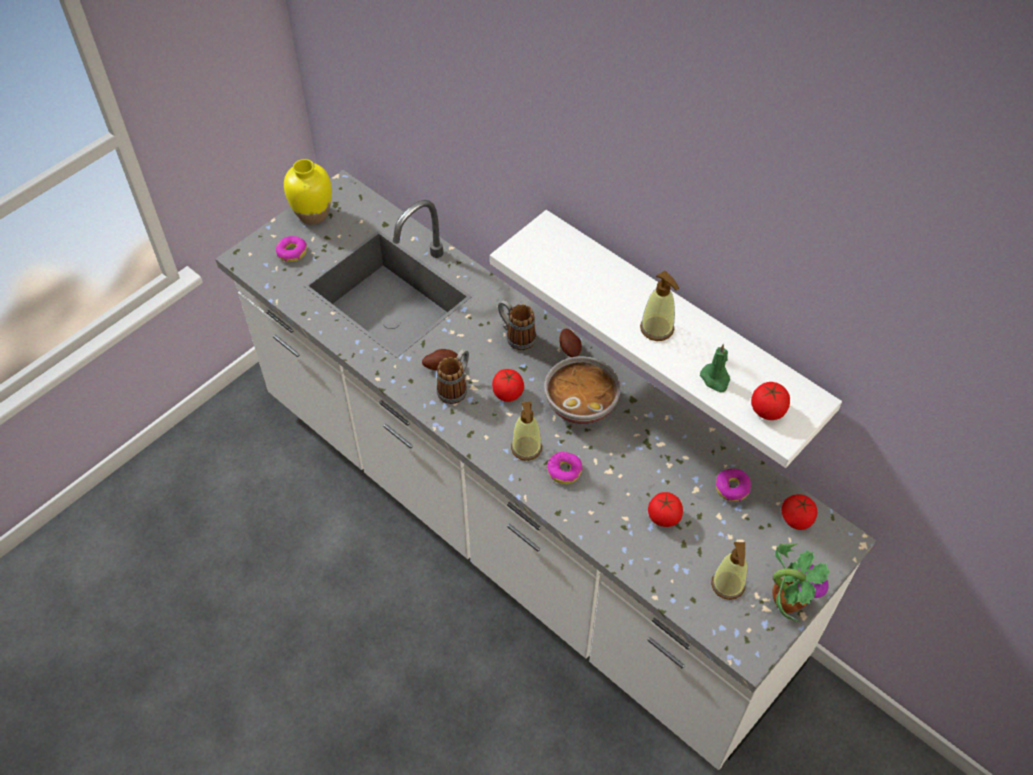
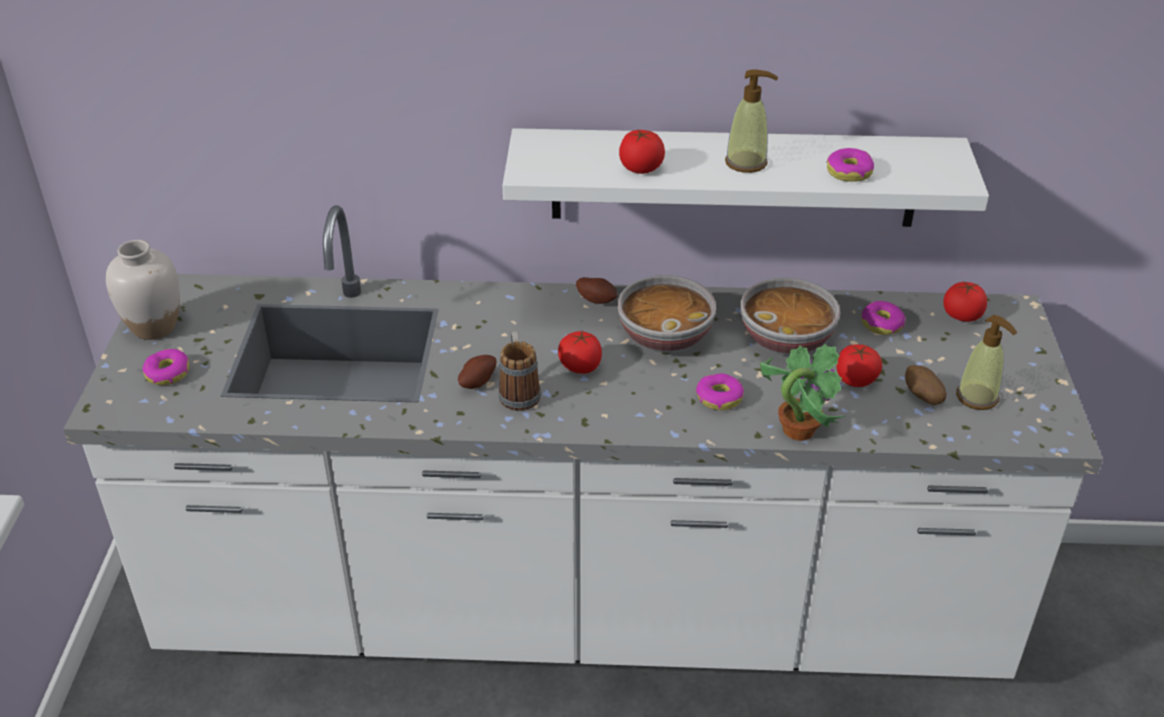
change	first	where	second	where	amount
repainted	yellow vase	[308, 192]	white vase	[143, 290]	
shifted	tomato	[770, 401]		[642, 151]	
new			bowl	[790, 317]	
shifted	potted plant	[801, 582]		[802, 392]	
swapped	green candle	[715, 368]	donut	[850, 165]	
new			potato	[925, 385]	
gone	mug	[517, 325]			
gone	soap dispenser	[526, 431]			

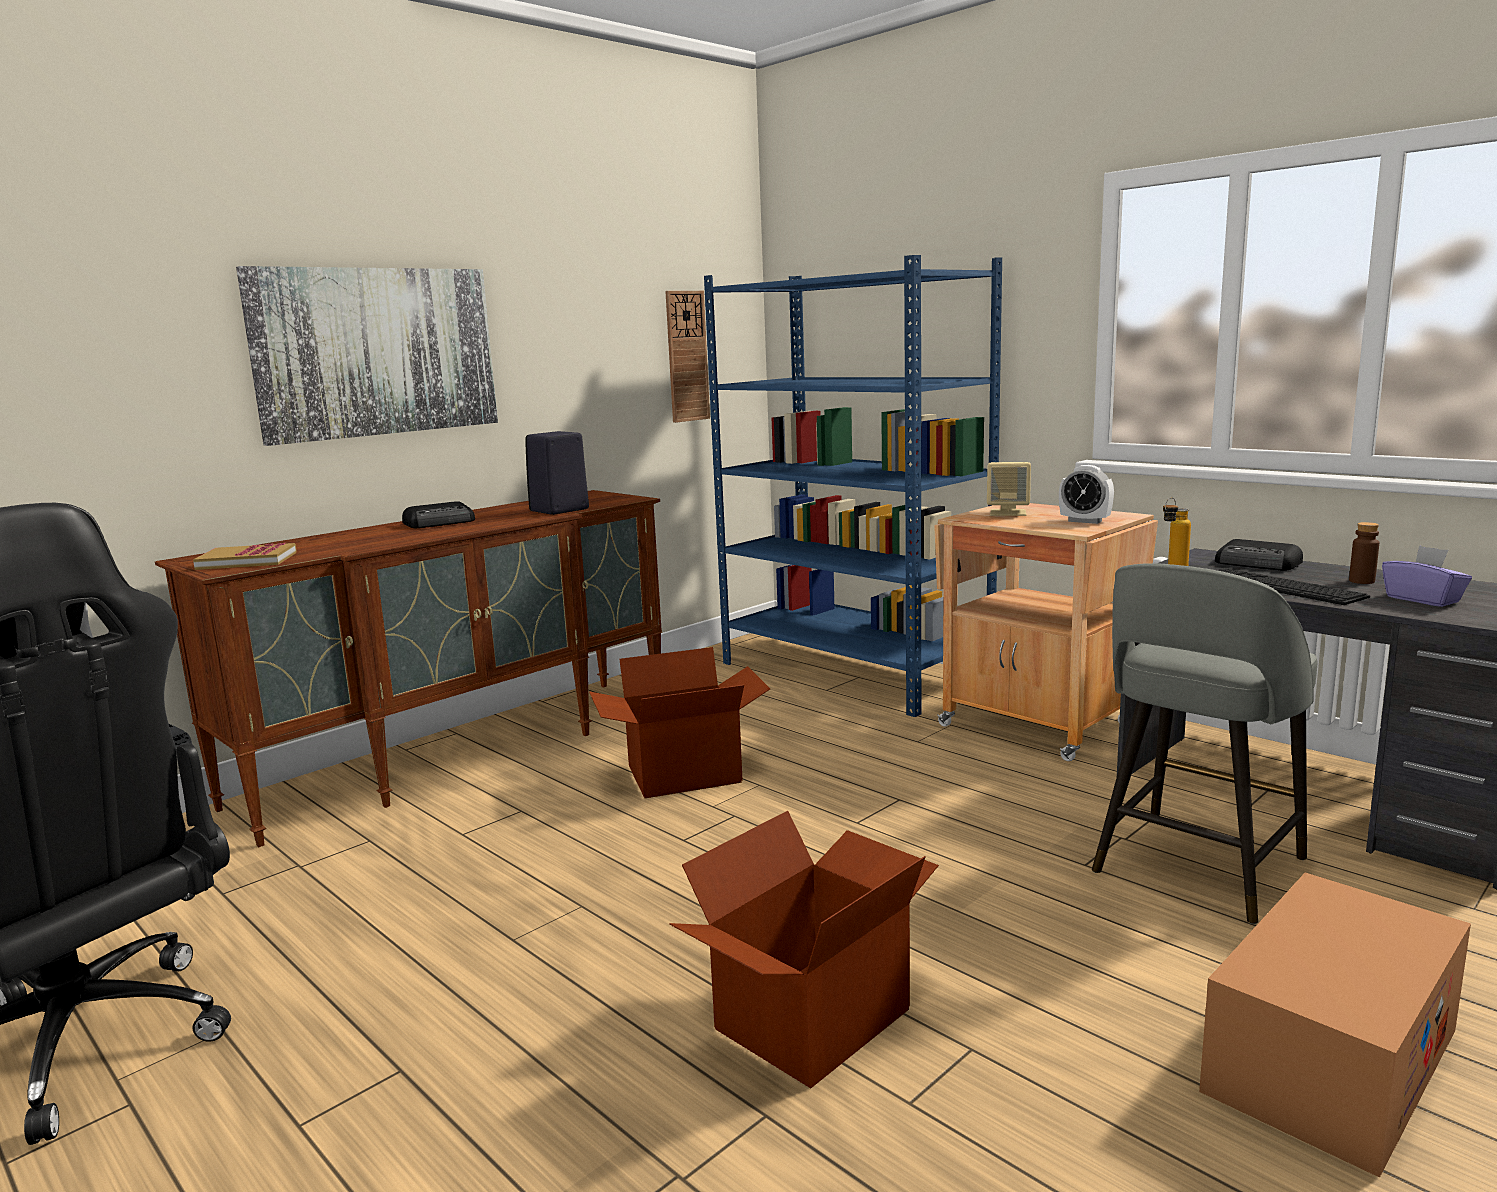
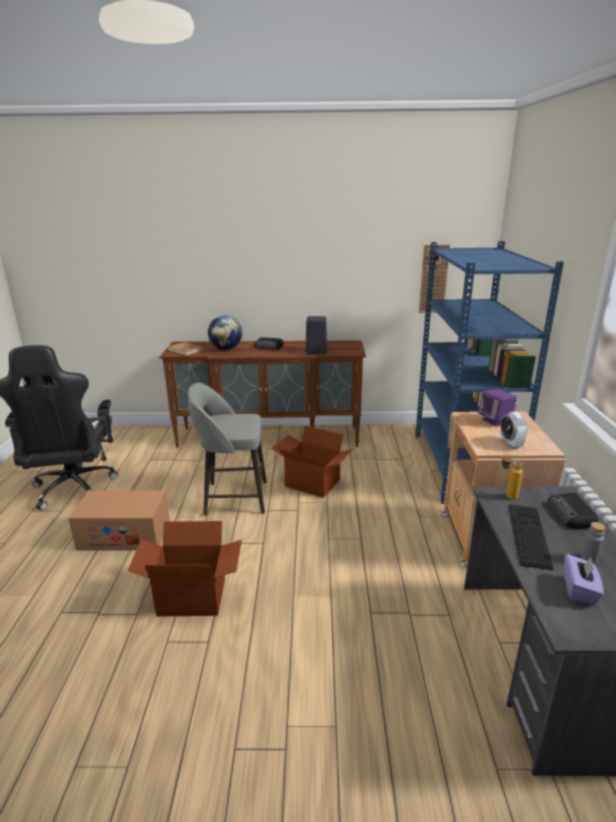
change	first	where	second	where	amount
shifted	cardboard box	[1335, 1025]		[119, 521]	
shifted	grey stool	[1204, 743]		[227, 449]	
new			globe	[225, 333]	
repainted	beige speaker	[1009, 489]	purple speaker	[497, 408]	
repainted	brown bottle	[1364, 553]	grey bottle	[593, 543]	
gone	picture	[367, 356]			

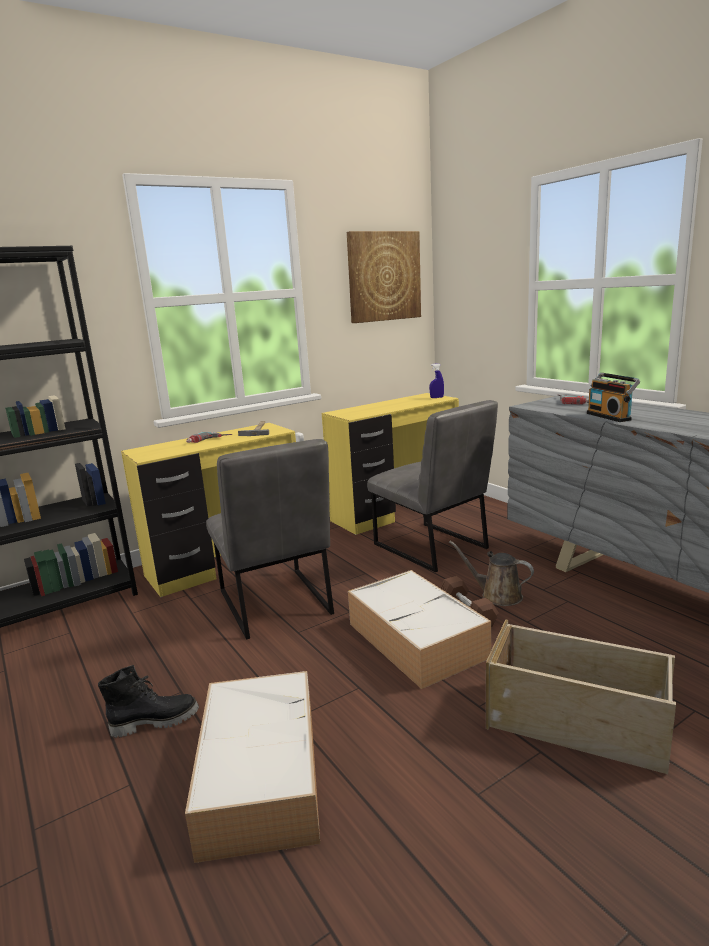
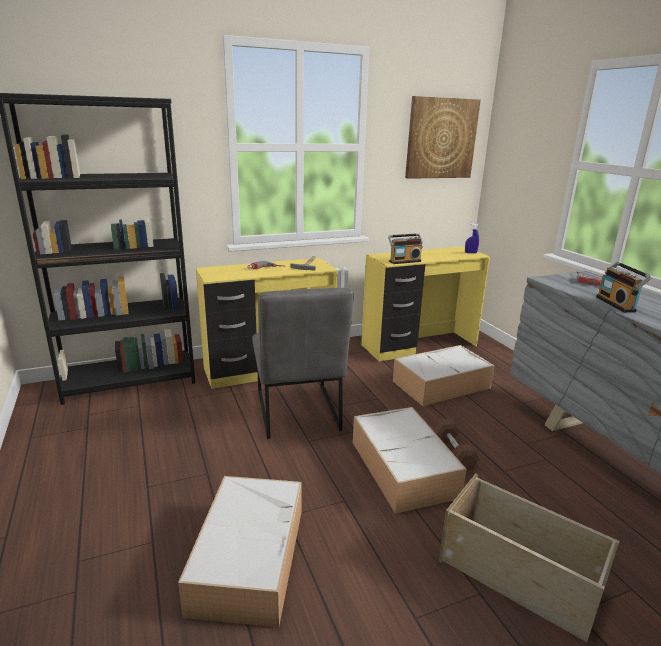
change	first	where	second	where	amount
new			radio	[405, 248]	
swapped	grey chair	[432, 486]	storage box	[444, 375]	
gone	black boot	[148, 701]			
gone	brown watering can	[491, 573]			

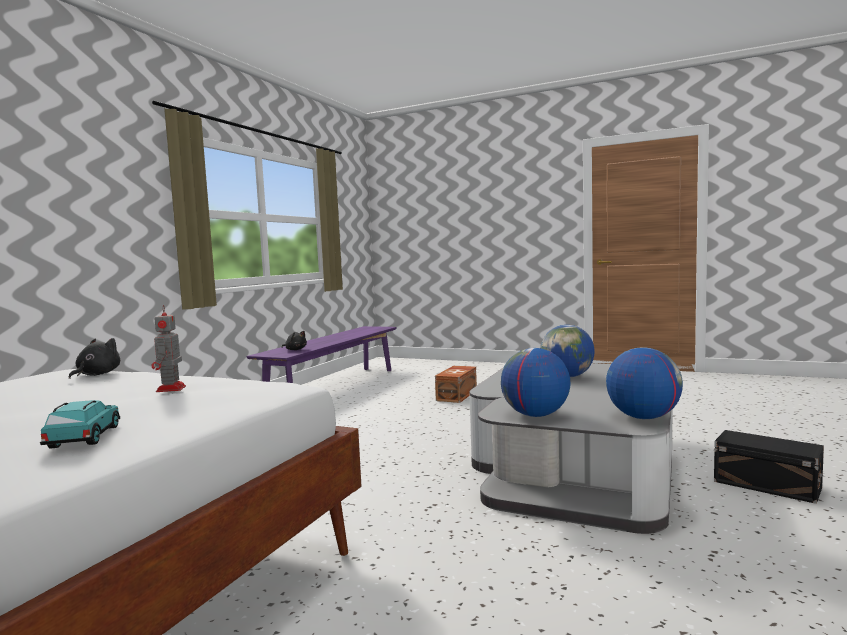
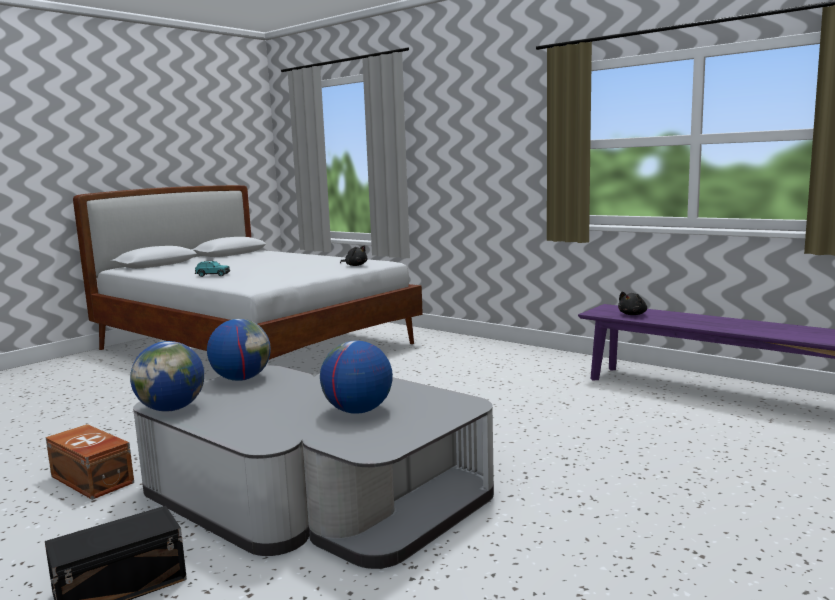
change	first	where	second	where	amount
shifted	brown storage box	[456, 384]		[90, 462]	
gone	toy robot	[169, 348]			

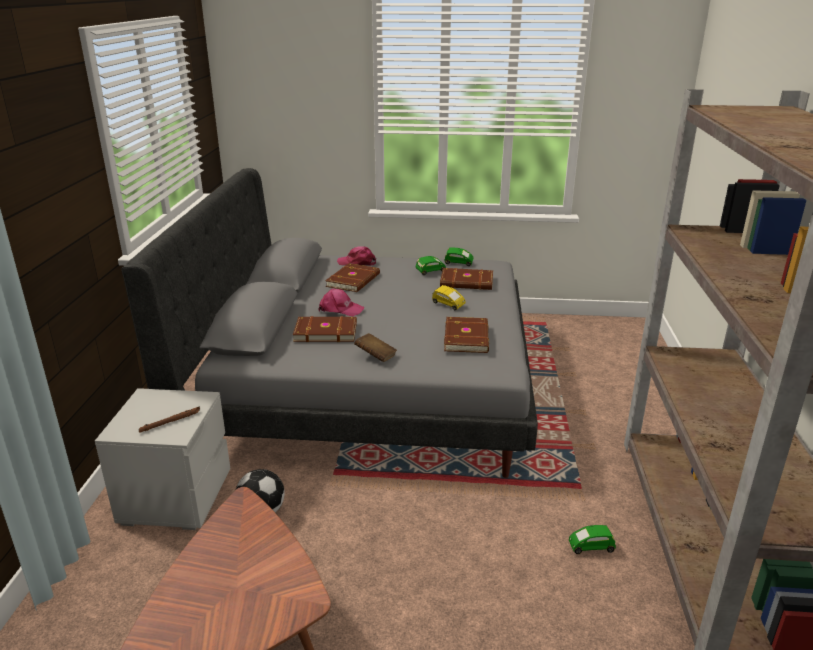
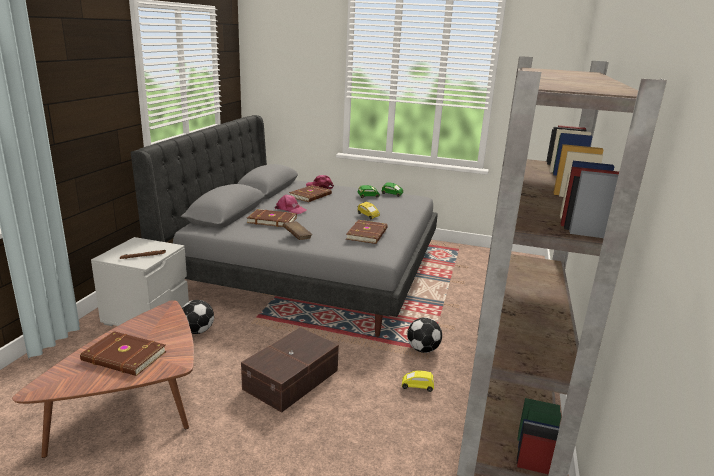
change	first	where	second	where	amount
shifted	brown book	[466, 279]		[123, 353]	
new			brown storage box	[290, 370]	
repainted	green toy car	[592, 539]	yellow toy car	[418, 381]	
new			football	[424, 335]	

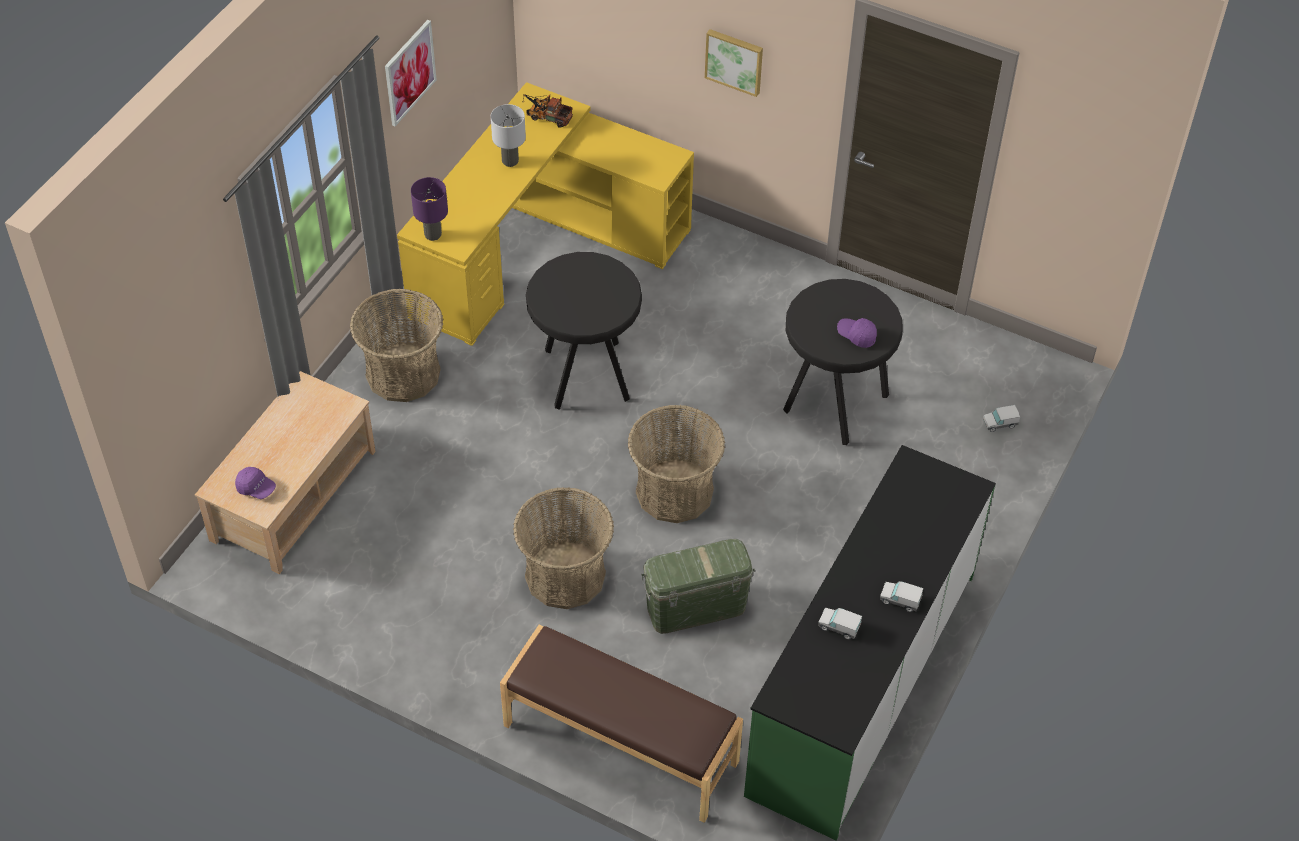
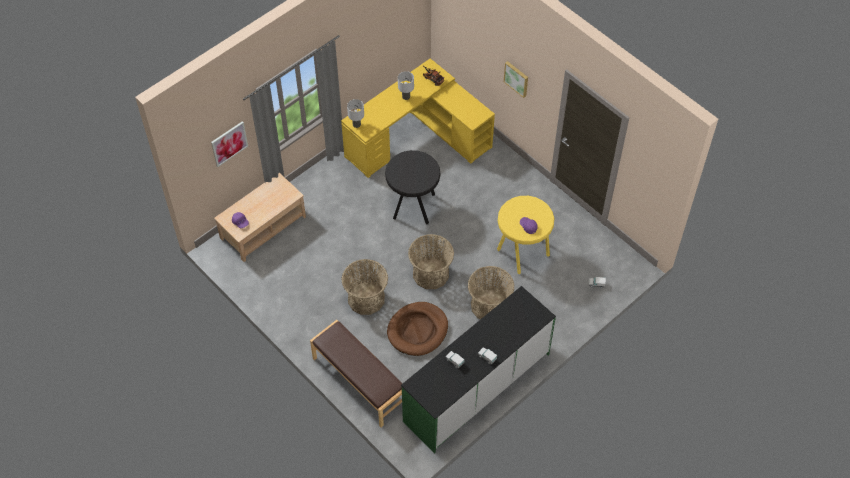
change	first	where	second	where	amount
shifted	picture	[411, 73]		[229, 144]	
repainted	purple table lamp	[429, 209]	white table lamp	[355, 113]	
swapped	green storage box	[698, 586]	brown dog bed	[417, 329]	
shifted	basket	[396, 345]		[491, 292]	
repainted	black stool	[843, 362]	yellow stool	[525, 235]	

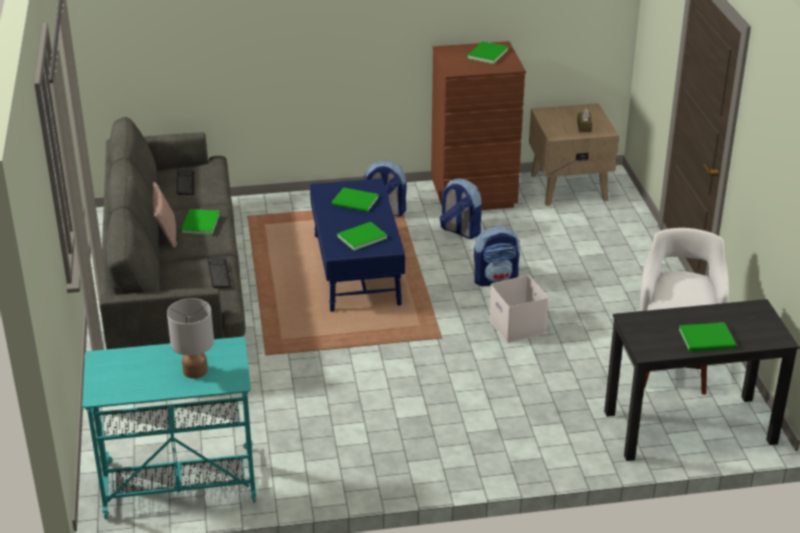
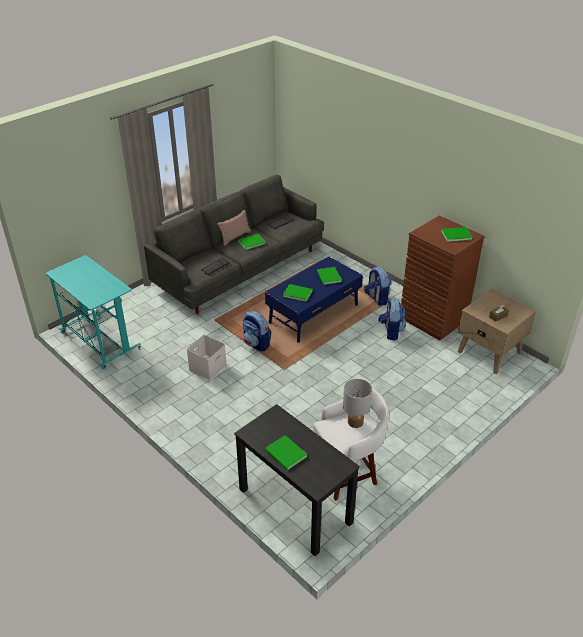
change	first	where	second	where	amount
shifted	white storage box	[518, 309]		[207, 357]	
shifted	backpack	[497, 256]		[257, 331]	
shifted	grey table lamp	[190, 338]		[357, 403]	

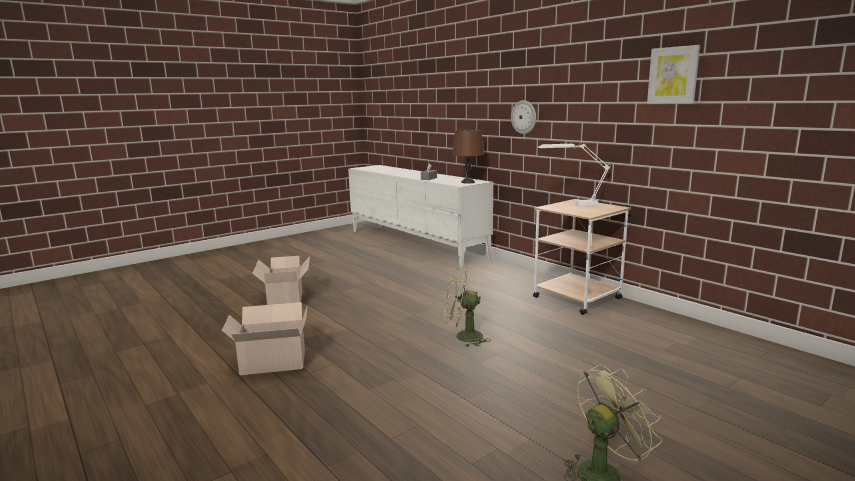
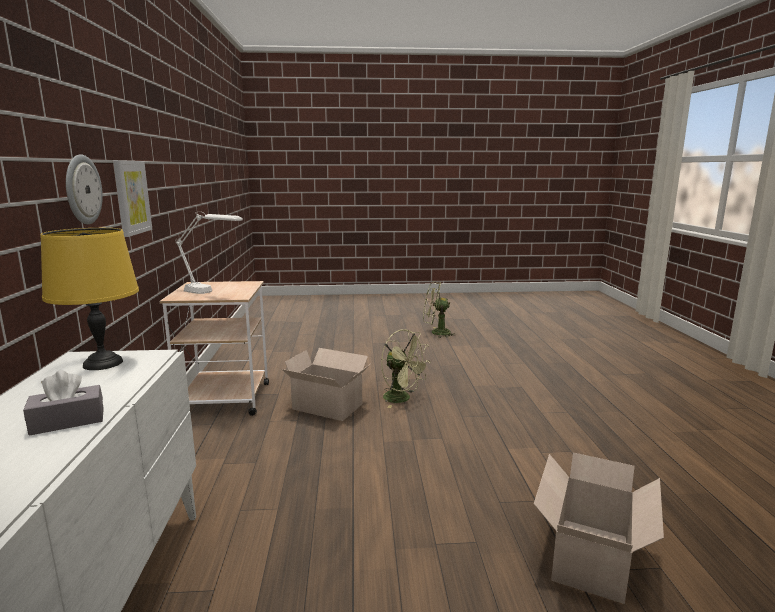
change	first	where	second	where	amount
repainted	brown table lamp	[468, 157]	yellow table lamp	[89, 299]	
shifted	picture	[673, 74]		[132, 198]	
shifted	cardboard box	[264, 338]		[326, 384]	

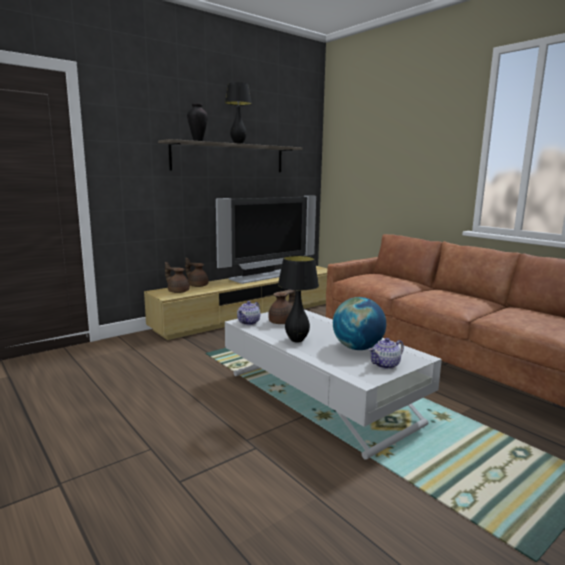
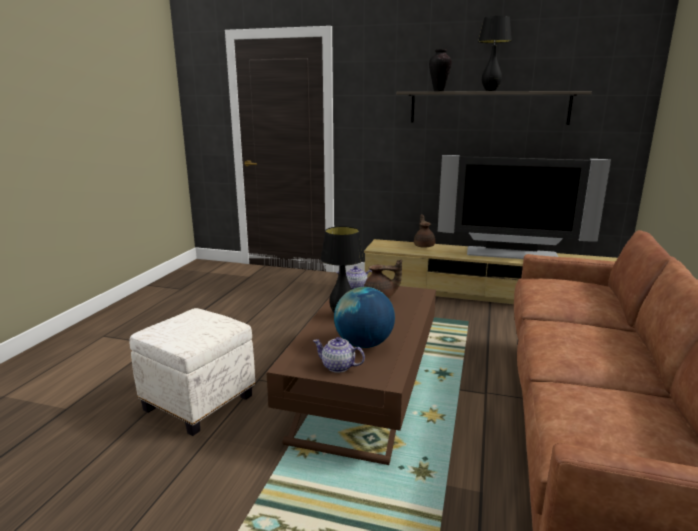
change	first	where	second	where	amount
new			white ottoman	[192, 372]	
repainted	white coffee table	[333, 384]	brown coffee table	[351, 375]	
gone	brown teapot	[177, 277]			

